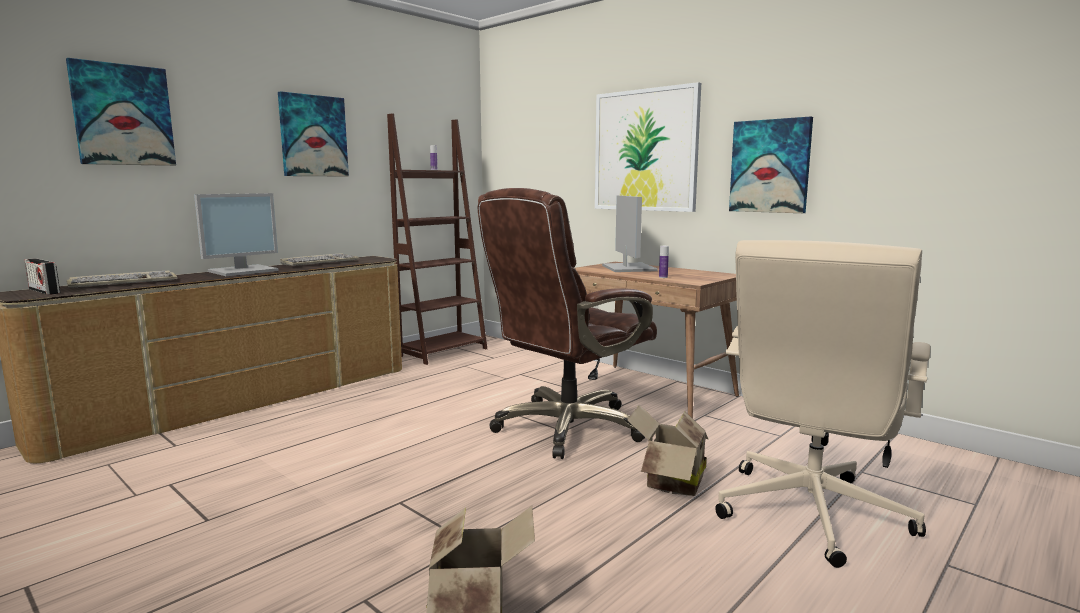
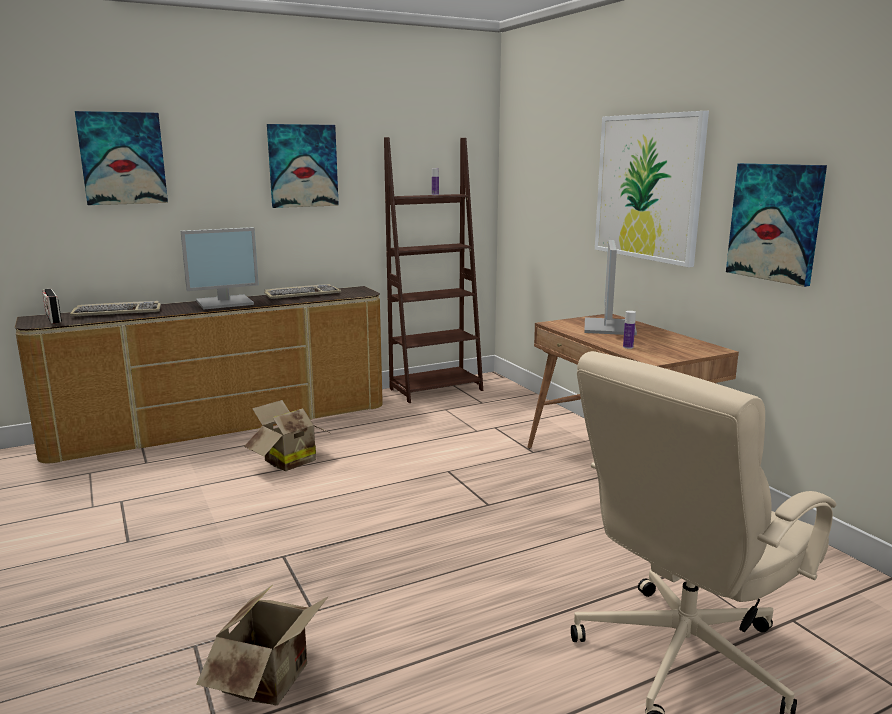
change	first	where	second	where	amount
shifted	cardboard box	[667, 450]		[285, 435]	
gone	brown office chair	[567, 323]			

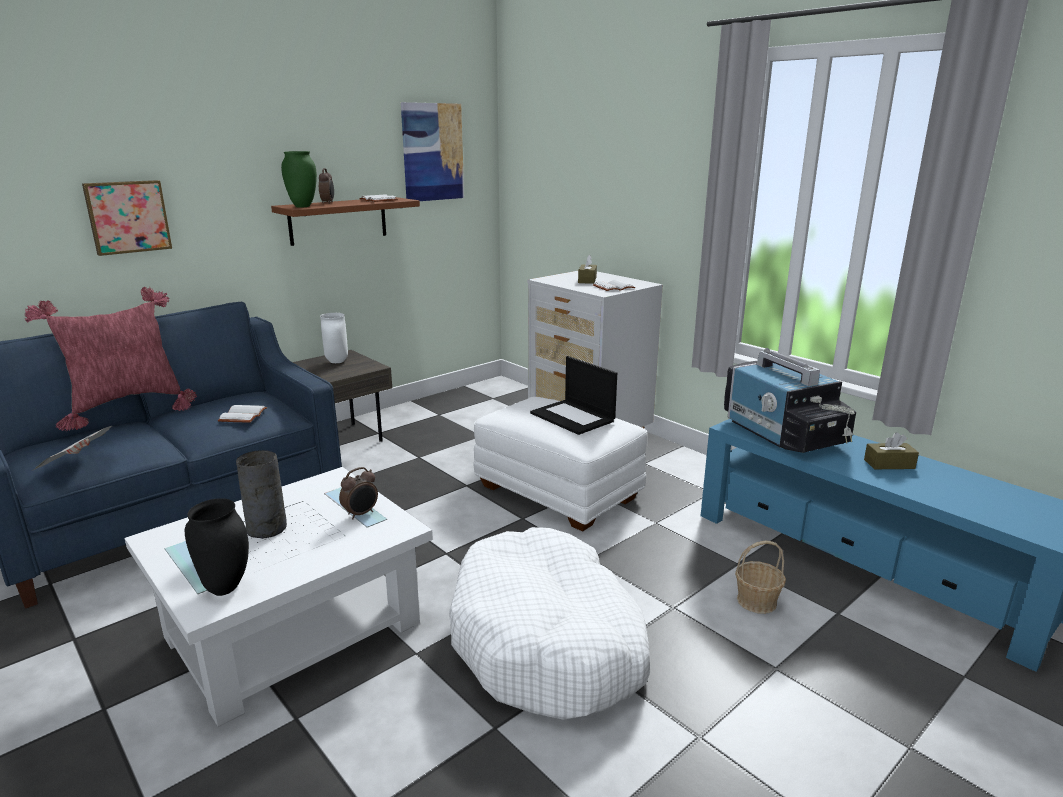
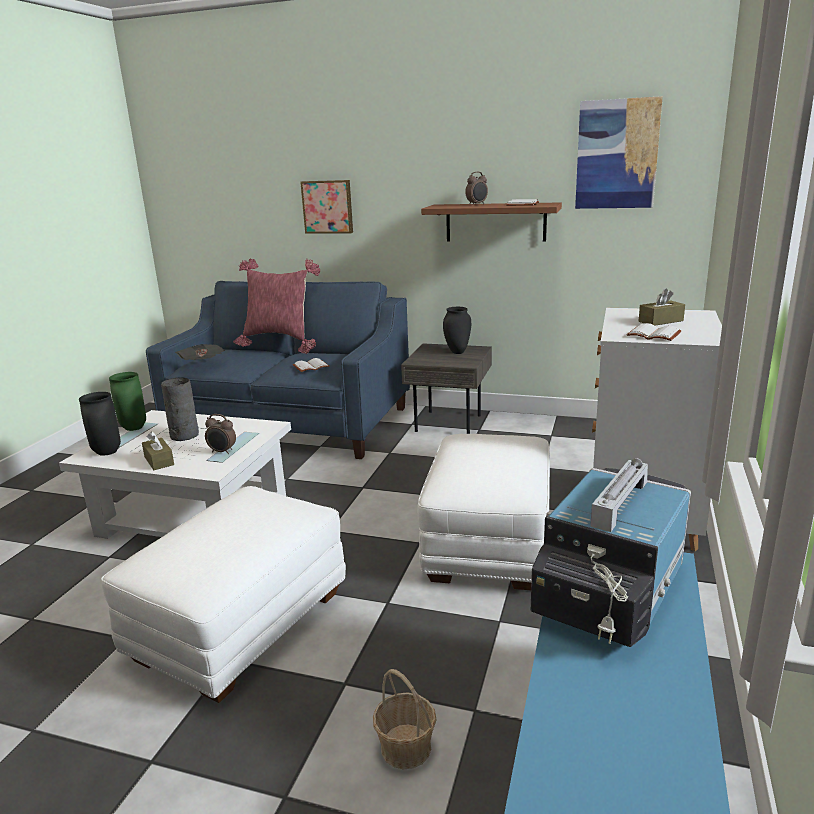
change	first	where	second	where	amount
swapped	white dog bed	[549, 623]	white ottoman	[223, 594]	
shifted	green vase	[299, 179]		[127, 401]	
shifted	brown tissue box	[891, 450]		[158, 450]	
repainted	white vase	[334, 338]	black vase	[457, 330]	
gone	laptop	[573, 395]			

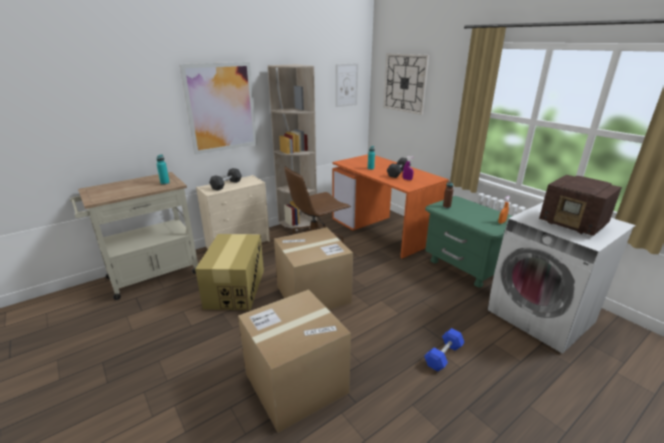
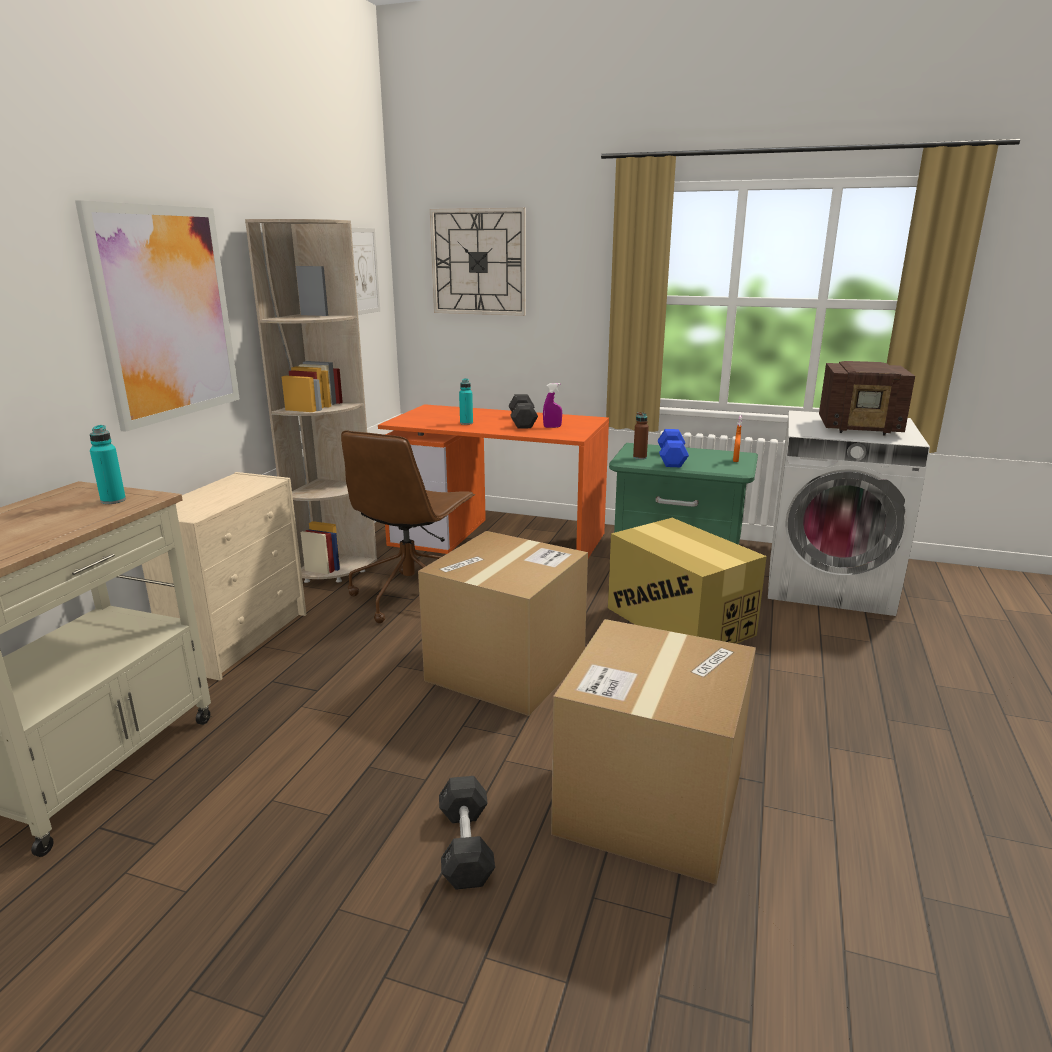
change	first	where	second	where	amount
shifted	grey dumbbell	[225, 179]		[467, 833]	
shifted	cardboard box	[229, 272]		[687, 581]	
shifted	blue dumbbell	[444, 350]		[673, 448]	

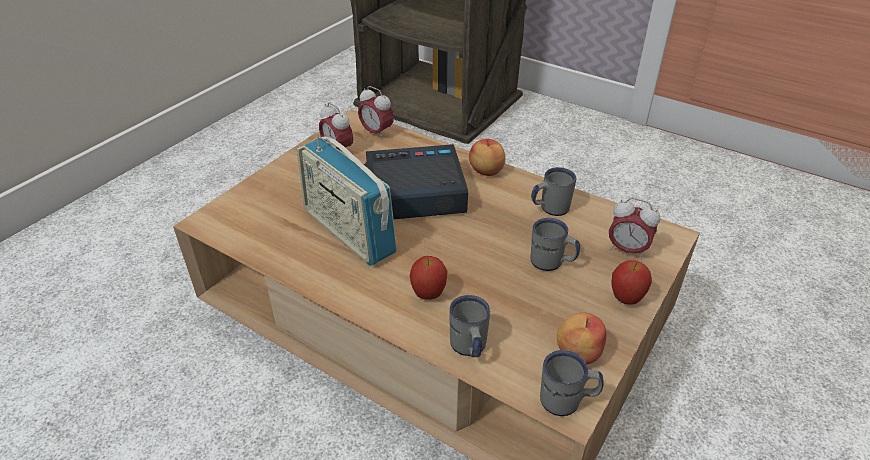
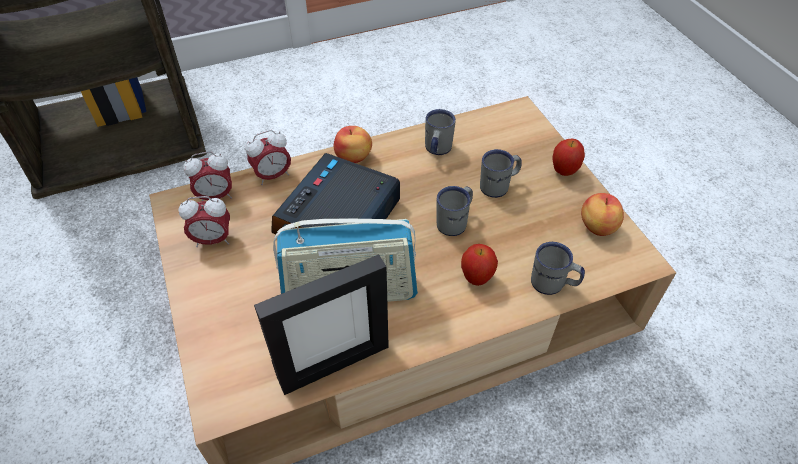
change	first	where	second	where	amount
shifted	alarm clock	[634, 229]		[268, 157]	
new			picture frame	[321, 324]	
shifted	grey mug	[572, 383]		[454, 211]	

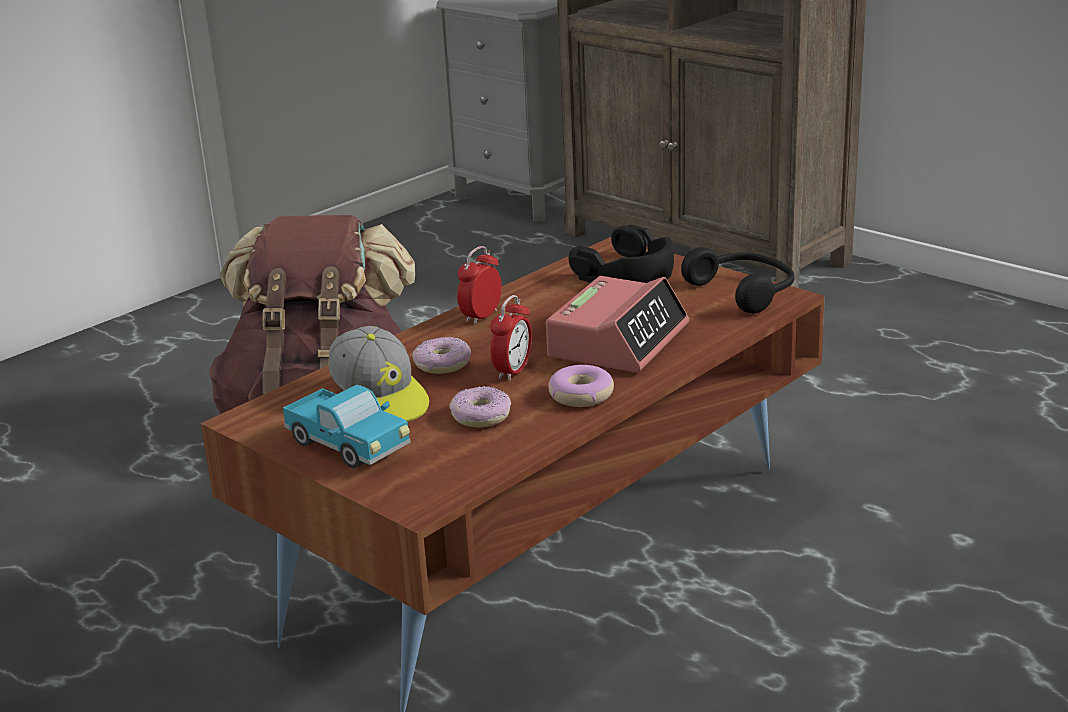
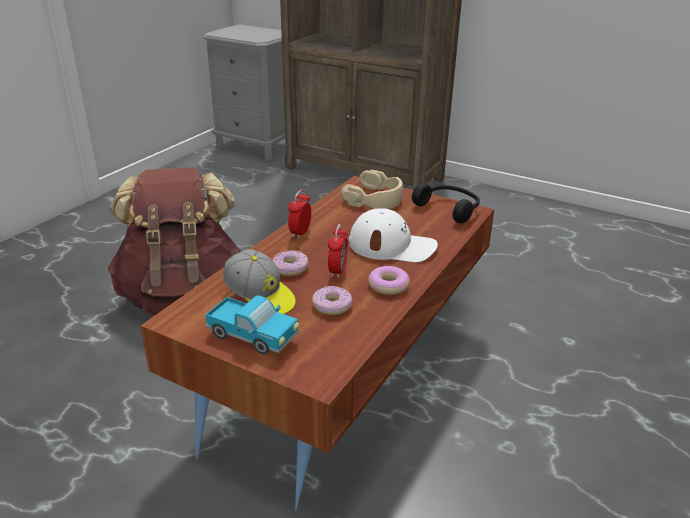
change	first	where	second	where	amount
repainted	black headphones	[621, 254]	beige headphones	[372, 189]	
swapped	alarm clock	[617, 324]	white cap	[393, 235]	

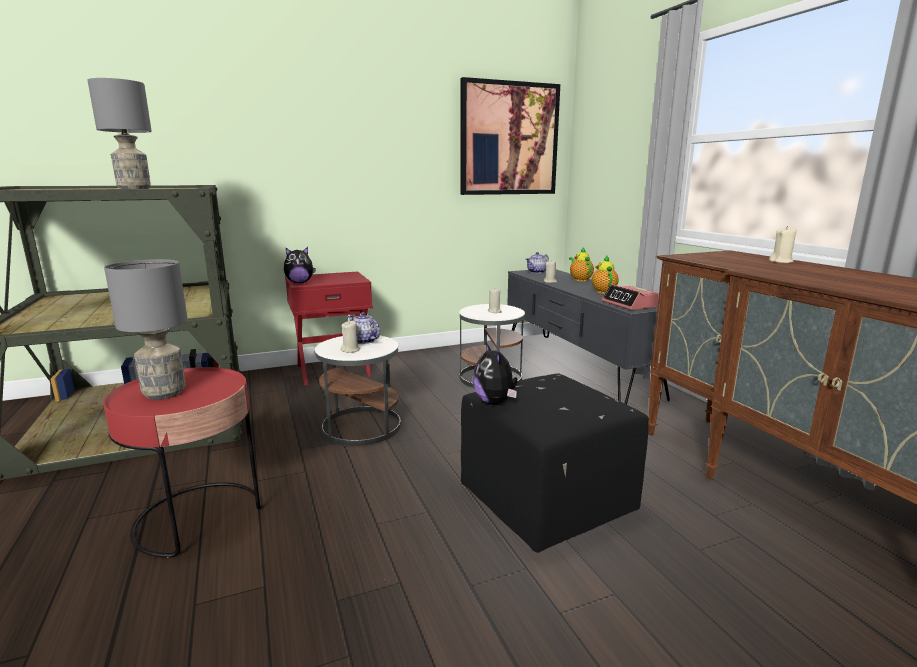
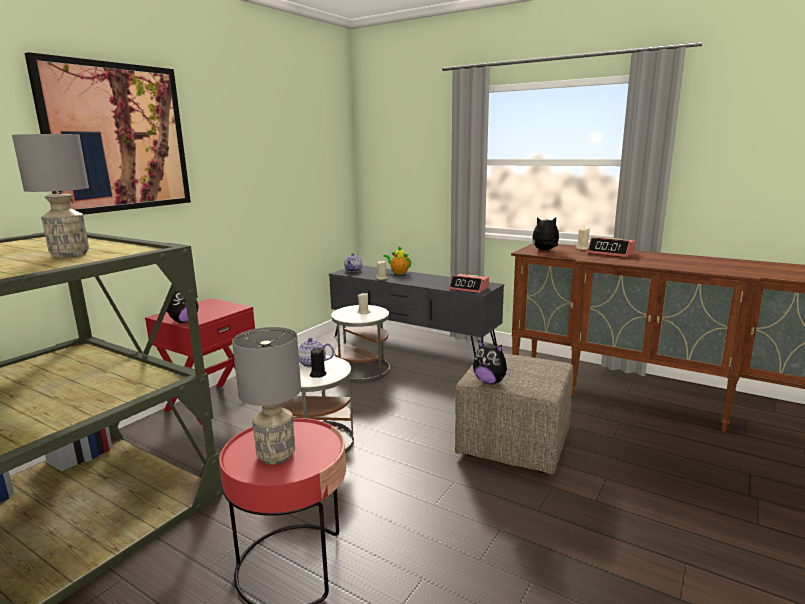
change	first	where	second	where	amount
shifted	picture	[510, 136]		[108, 133]	
repainted	beige candle	[350, 336]	black candle	[318, 362]	
repainted	black ottoman	[555, 463]	beige ottoman	[514, 413]	
new			plush toy	[545, 233]	
new			alarm clock	[611, 247]	
gone	teapot	[605, 275]			

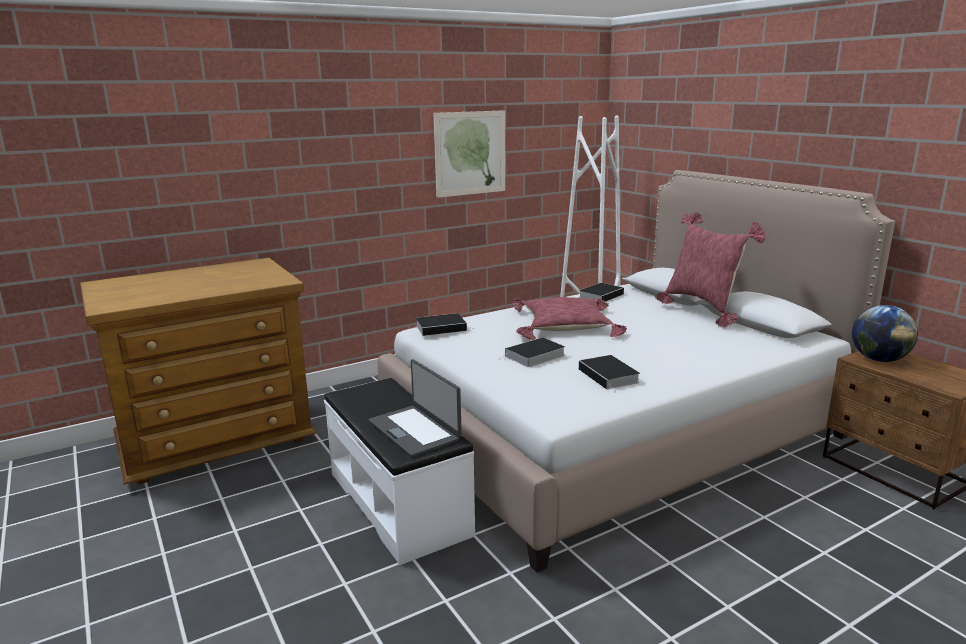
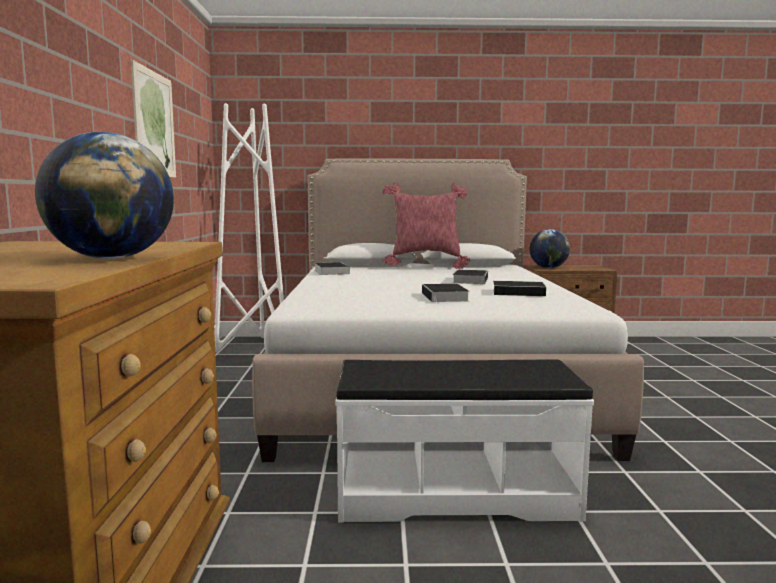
change	first	where	second	where	amount
new			globe	[104, 195]	
shifted	book	[444, 324]		[470, 277]	
gone	laptop	[415, 408]			
gone	red pillow	[570, 318]			

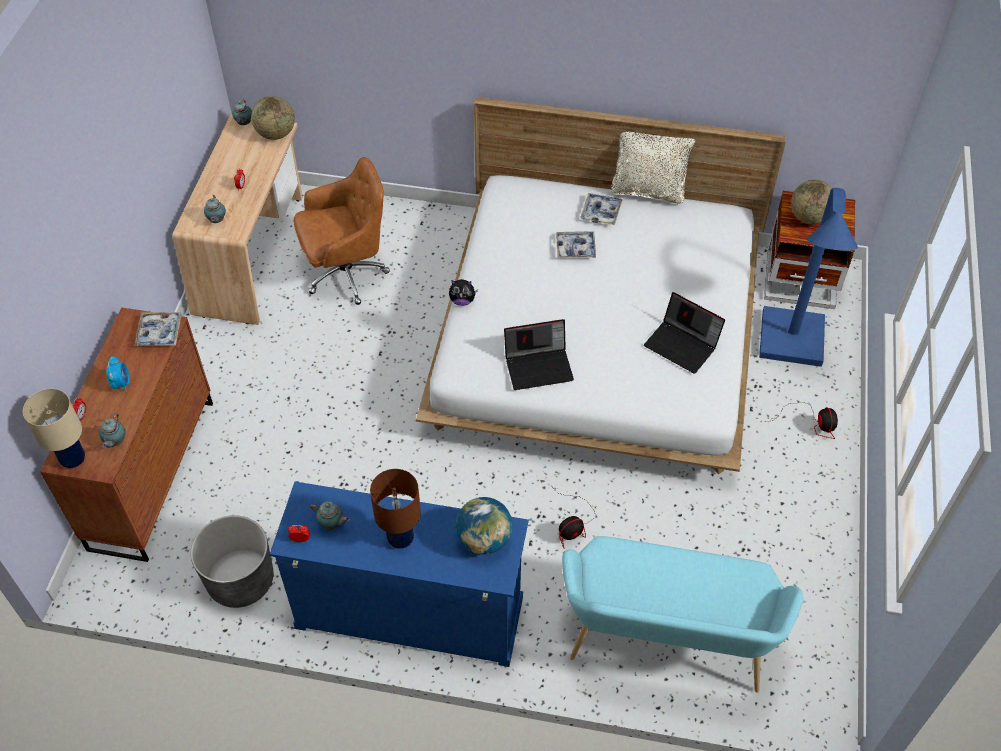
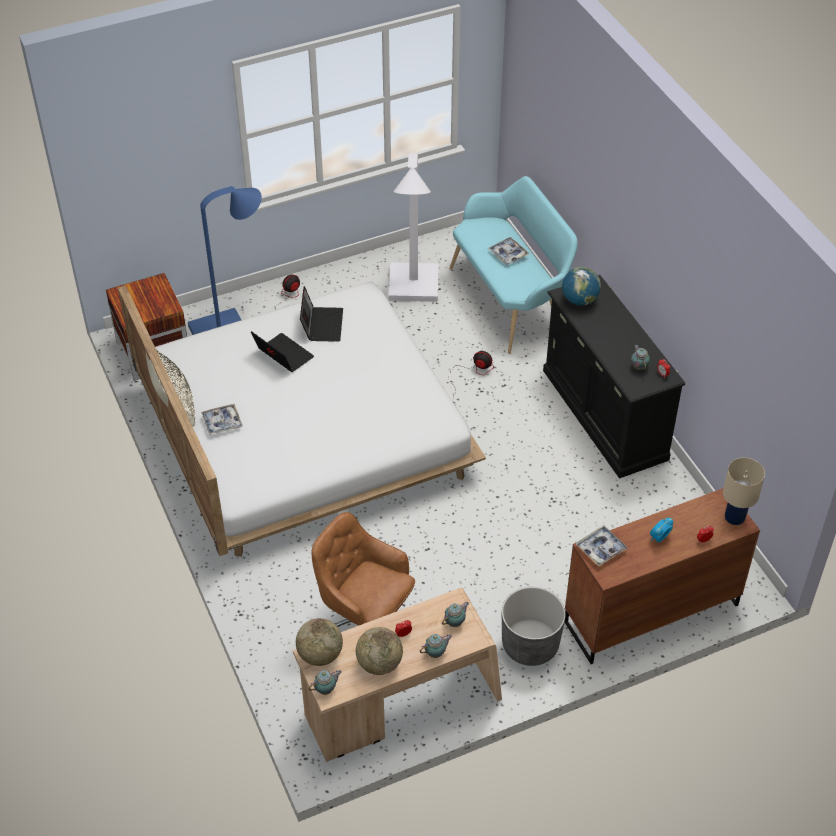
change	first	where	second	where	amount
shifted	laptop	[539, 354]		[282, 351]	
shifted	globe	[811, 202]		[379, 651]	
new			white floor lamp	[414, 227]	
shifted	teapot	[112, 430]		[436, 646]	
shifted	tray	[576, 244]		[509, 251]	
shifted	grey planter	[232, 561]		[534, 626]	
repainted	blue cabinet	[399, 574]	black cabinet	[614, 377]	
gone	brown table lamp	[395, 509]			
gone	plush toy	[463, 292]			

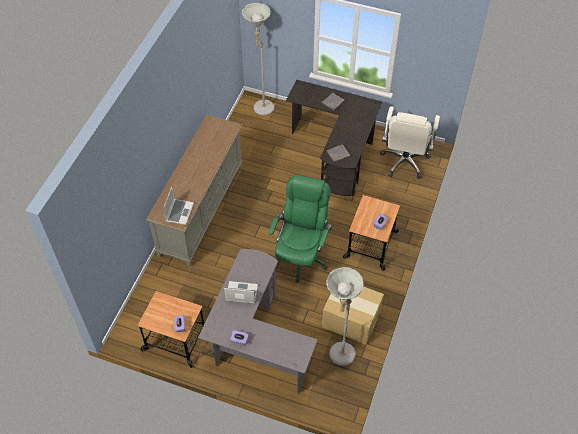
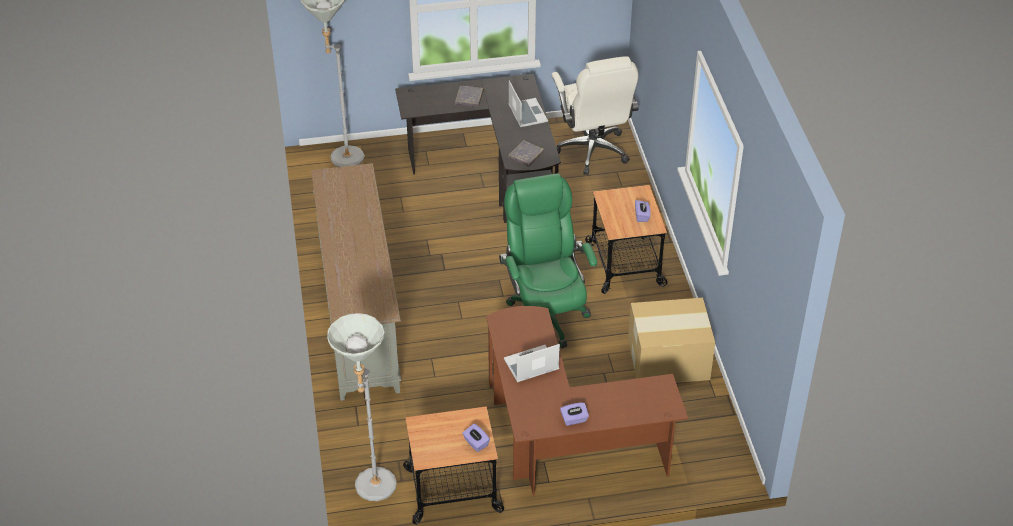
change	first	where	second	where	amount
shifted	grey floor lamp	[345, 316]		[362, 407]	
repainted	grey desk	[258, 321]	brown desk	[587, 401]	
shifted	laptop	[178, 205]		[528, 104]	

